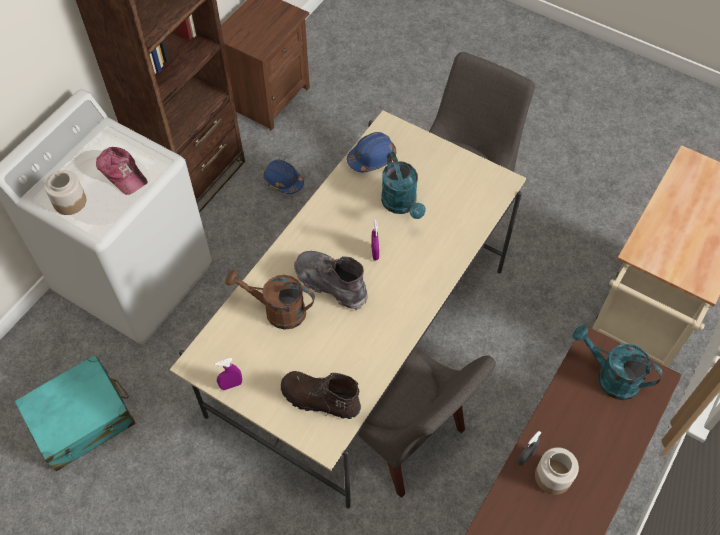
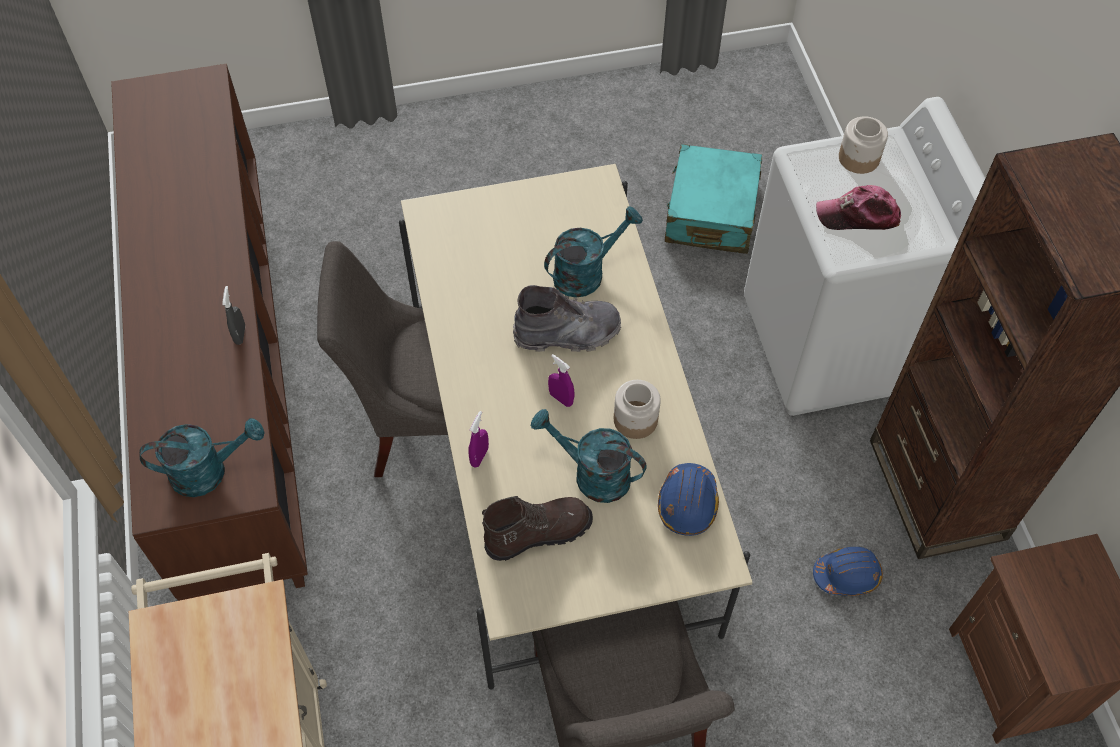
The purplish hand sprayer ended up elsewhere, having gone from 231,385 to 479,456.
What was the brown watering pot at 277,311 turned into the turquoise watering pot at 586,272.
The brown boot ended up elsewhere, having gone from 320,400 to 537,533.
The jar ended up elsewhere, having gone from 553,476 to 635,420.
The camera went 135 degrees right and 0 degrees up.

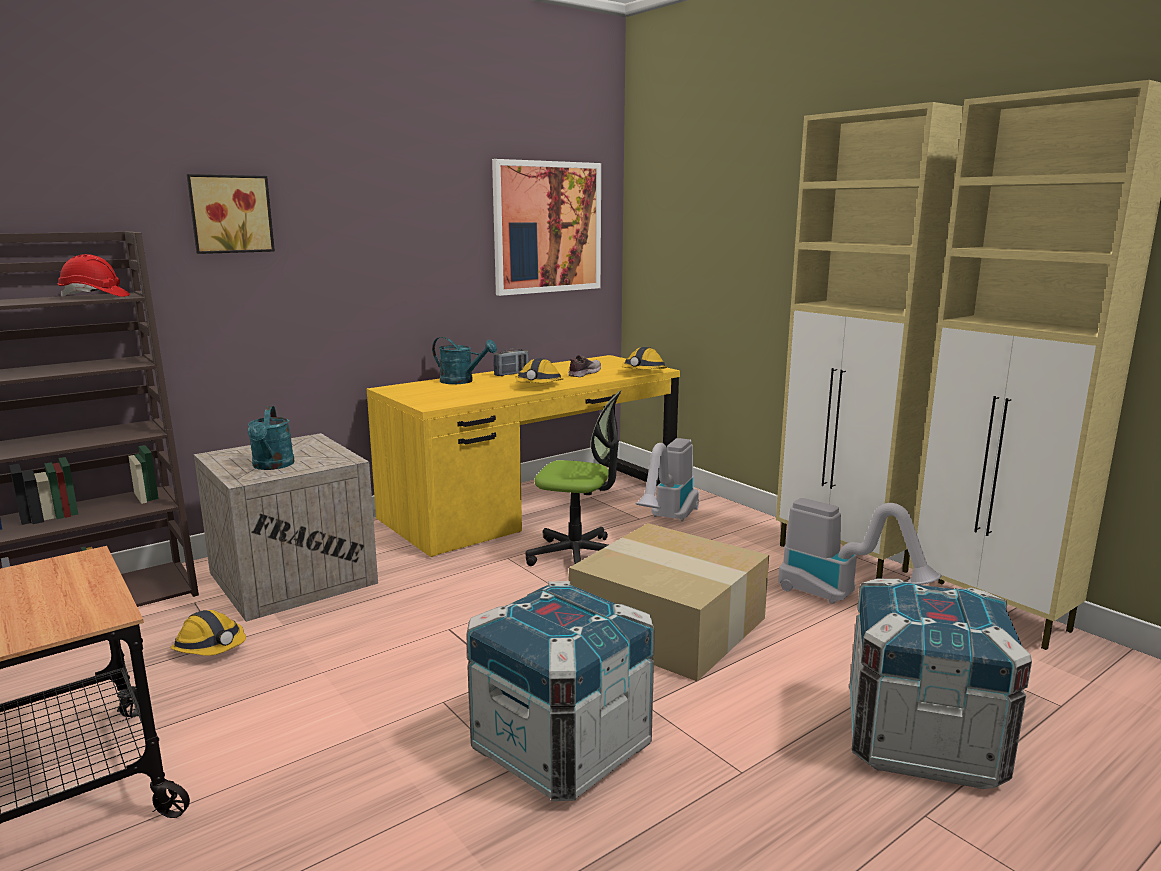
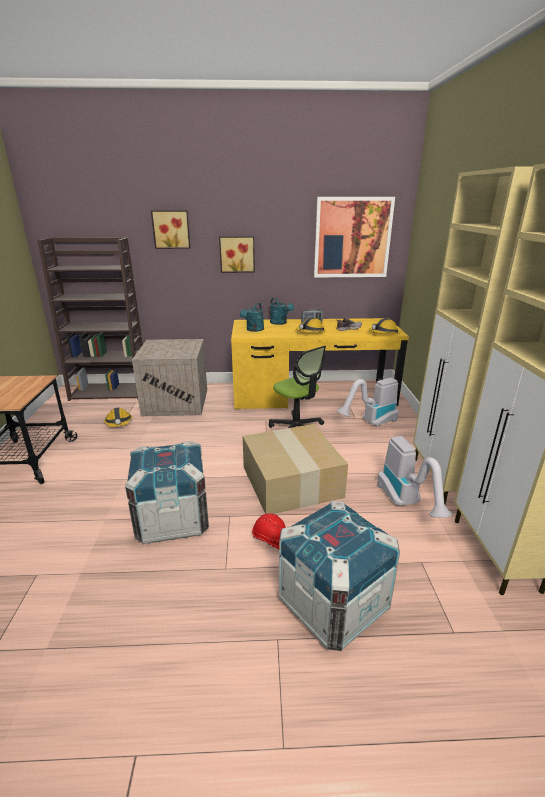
The red-coloured safety helmet ended up elsewhere, having gone from 95,297 to 271,539.
The turquoise watering pot ended up elsewhere, having gone from 272,466 to 253,330.
The second view gained the wall art at 237,254.
The camera went 35 degrees right and 10 degrees up.

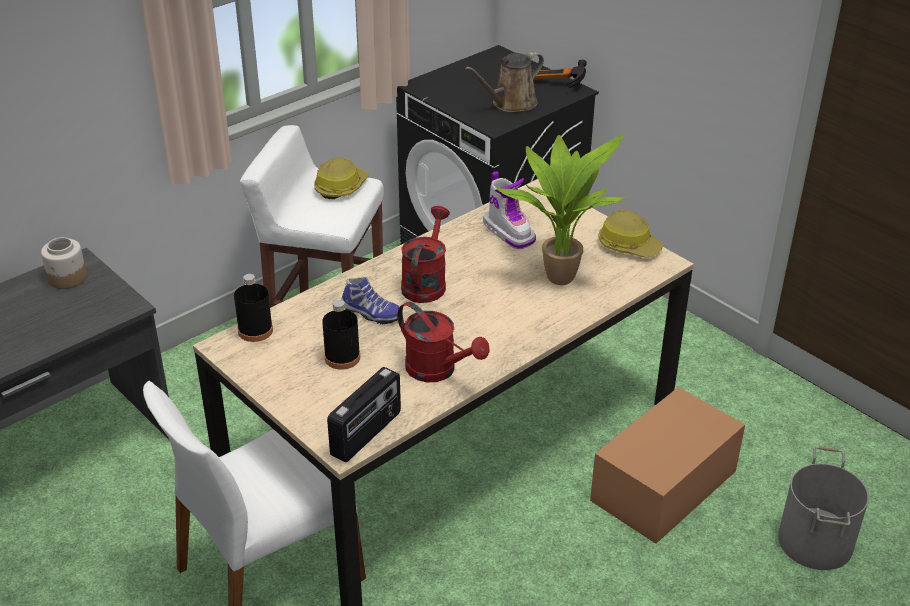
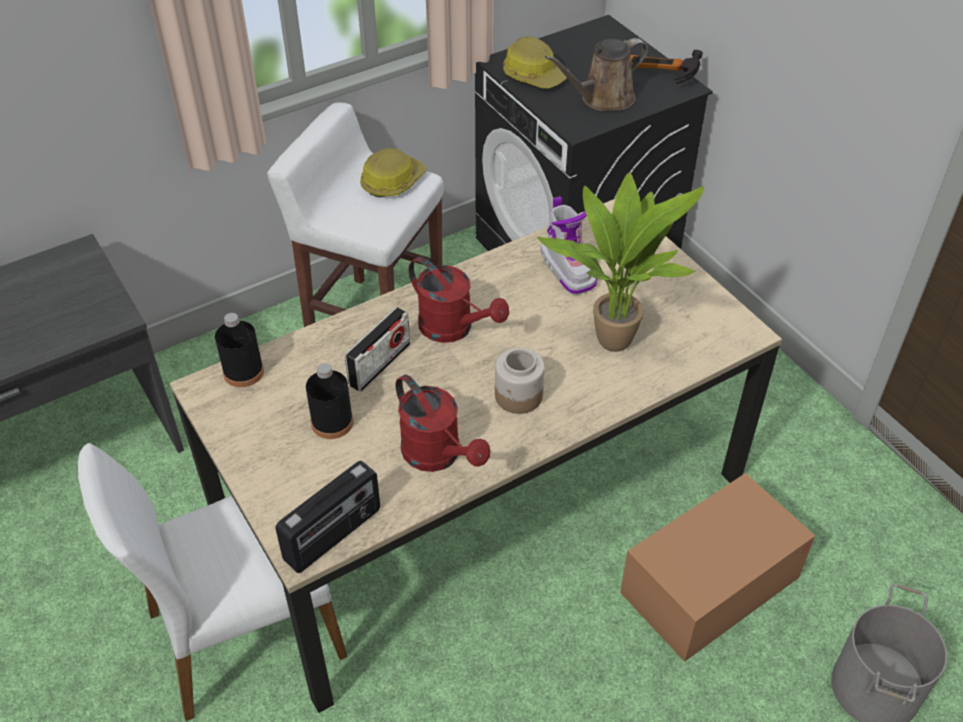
The jar ended up elsewhere, having gone from 67,278 to 518,396.
Where the item of footwear stood at 370,313, the radio set came to stand at 379,364.
The red-coloured watering pot at 425,283 ended up facing another way, 105 degrees clockwise from before.
The safety helmet ended up elsewhere, having gone from 628,245 to 533,75.
The camera went 10 degrees right and 10 degrees up.

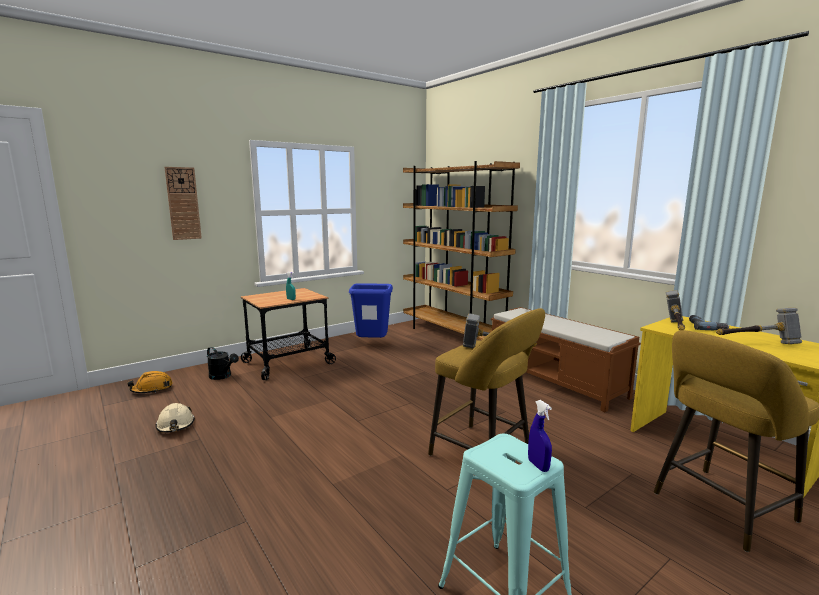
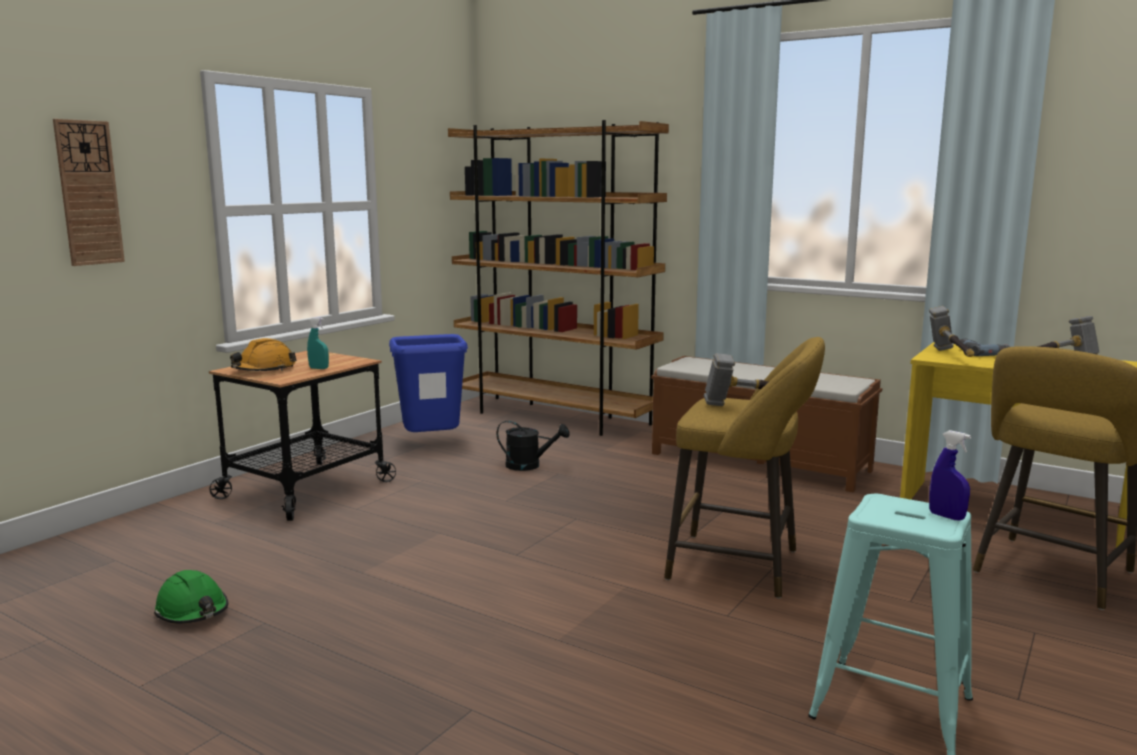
The orange-coloured safety helmet ended up elsewhere, having gone from 152,389 to 264,370.
What was the sand-coloured safety helmet at 175,425 turned into the greenish safety helmet at 192,611.
The blackish watering pot ended up elsewhere, having gone from 222,376 to 529,466.
The camera went 20 degrees left and 0 degrees up.

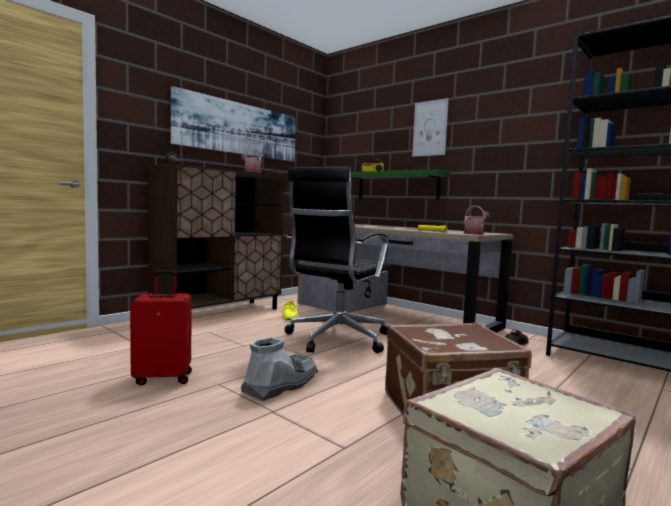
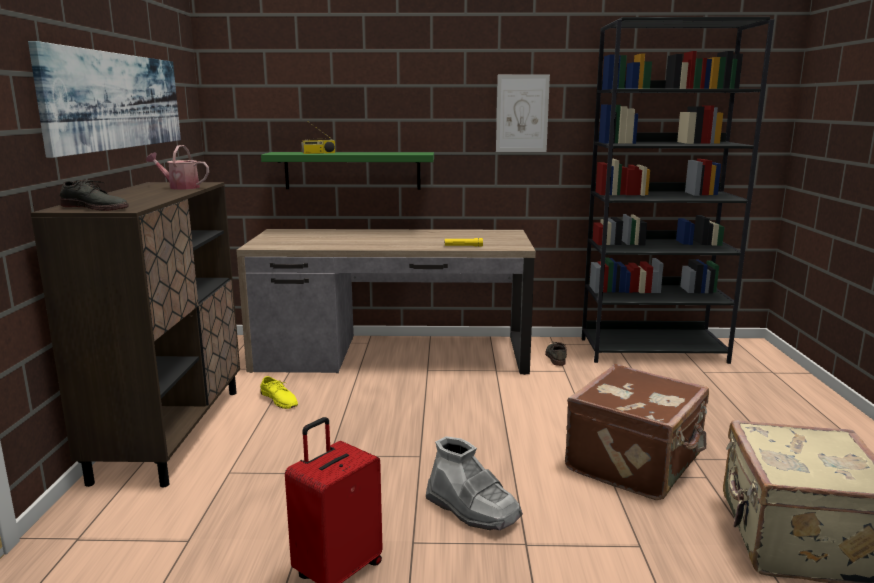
The gray boot at 280,385 ended up facing another way, 135 degrees clockwise from before.
The second view lost the blackish desk chair at 336,339.
The wall art ended up elsewhere, having gone from 430,128 to 522,113.
The second view lost the watering pot at 475,234.
The camera went 40 degrees left and 10 degrees up.

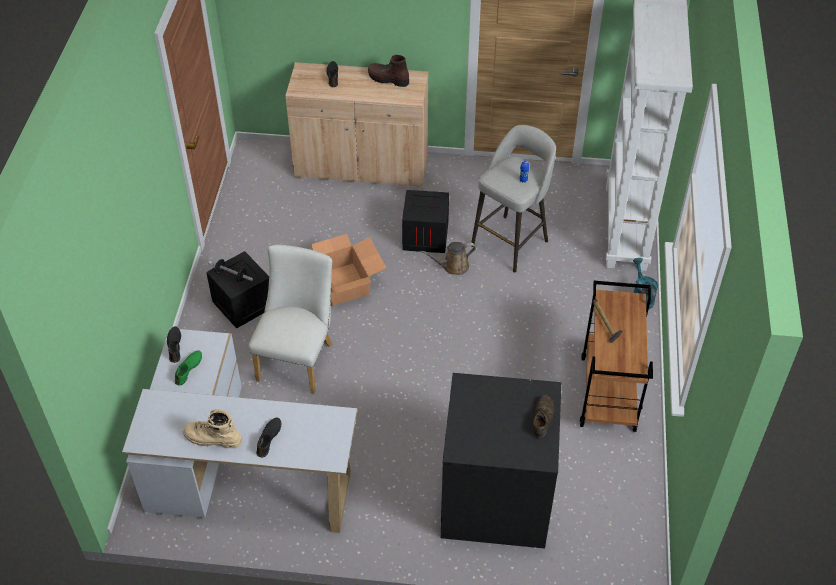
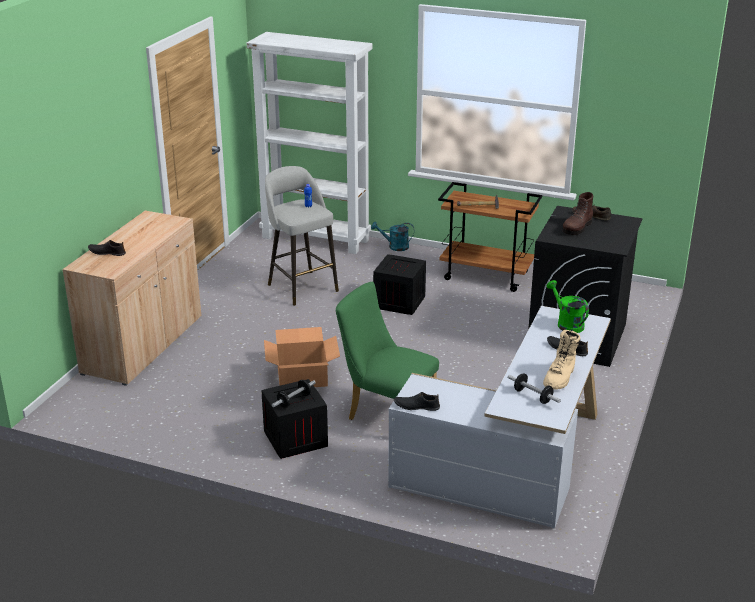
The second view lost the greenish item of footwear at 188,369.
What was the whitish chair at 298,358 turned into the greenish chair at 385,413.
The brown boot ended up elsewhere, having gone from 388,79 to 577,228.
The packing crate ended up elsewhere, having gone from 426,236 to 399,302.
The second view lost the brown watering pot at 453,266.
The second view gained the free weight at 533,396.
The second view gained the greenish watering pot at 566,323.
The camera went 75 degrees left and 20 degrees down.

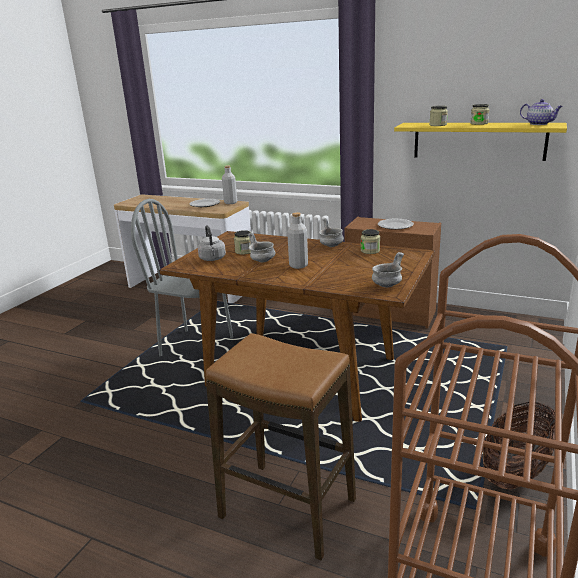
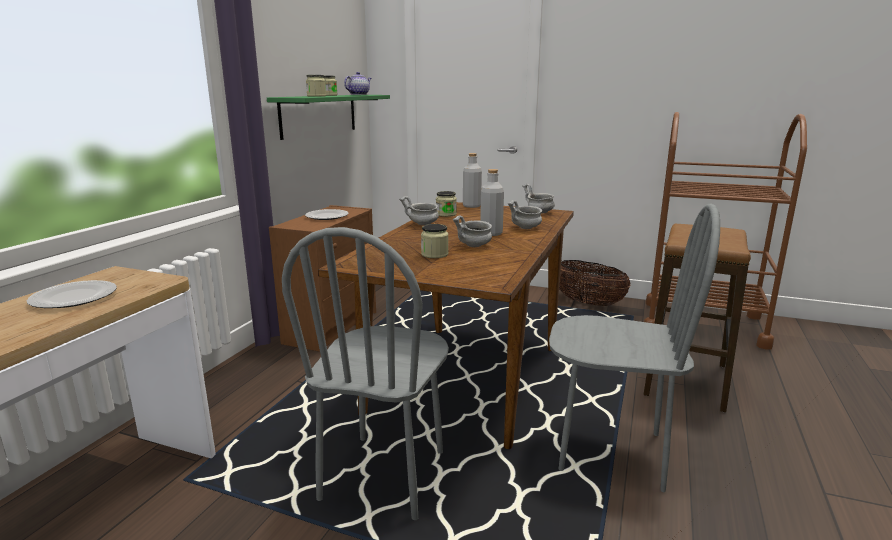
The second view lost the gray water kettle at 212,259.
The gray drink bottle ended up elsewhere, having gone from 230,203 to 471,206.
What was the yellowish shelf at 478,141 turned into the greenish shelf at 319,115.
The second view gained the gray deep dish at 525,228.
The second view gained the gray chair at 611,452.
The camera went 95 degrees left and 5 degrees down.

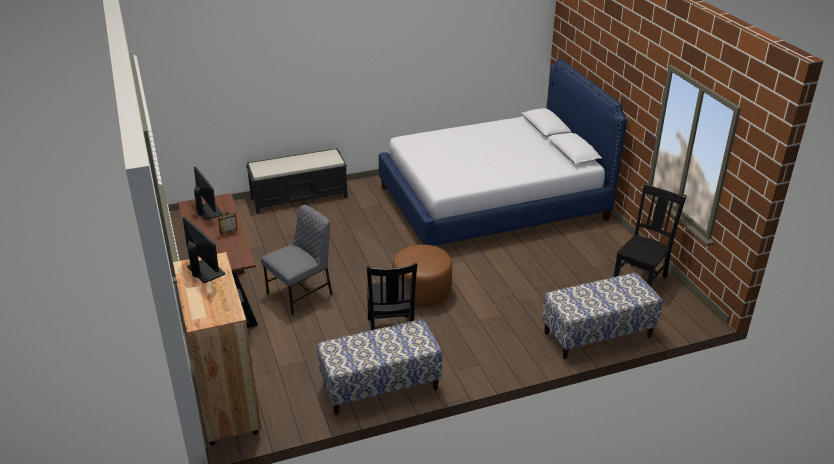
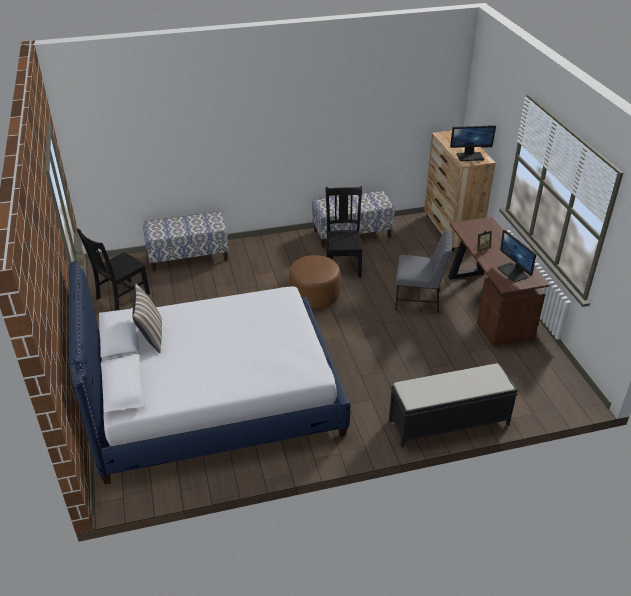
The monitor at 205,270 ended up facing another way, 60 degrees counterclockwise from before.
The gray chair at 301,294 ended up facing another way, 135 degrees counterclockwise from before.
The second view gained the pillow at 151,336.
The camera went 175 degrees left and 5 degrees up.

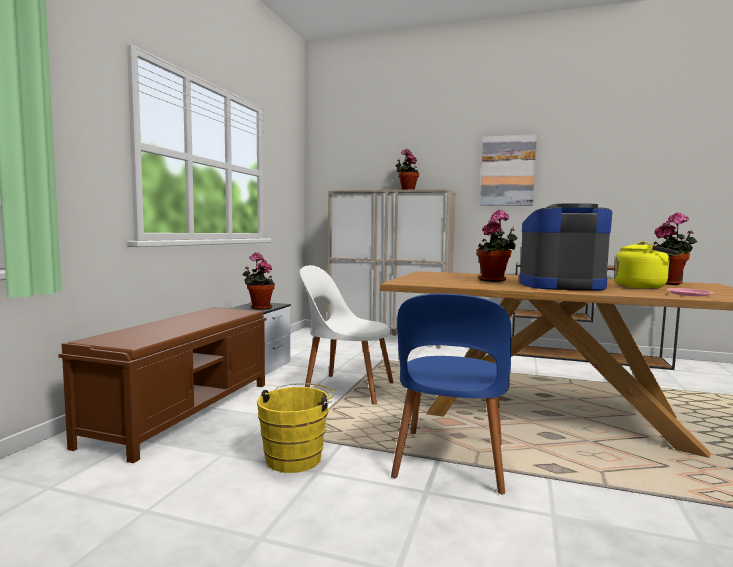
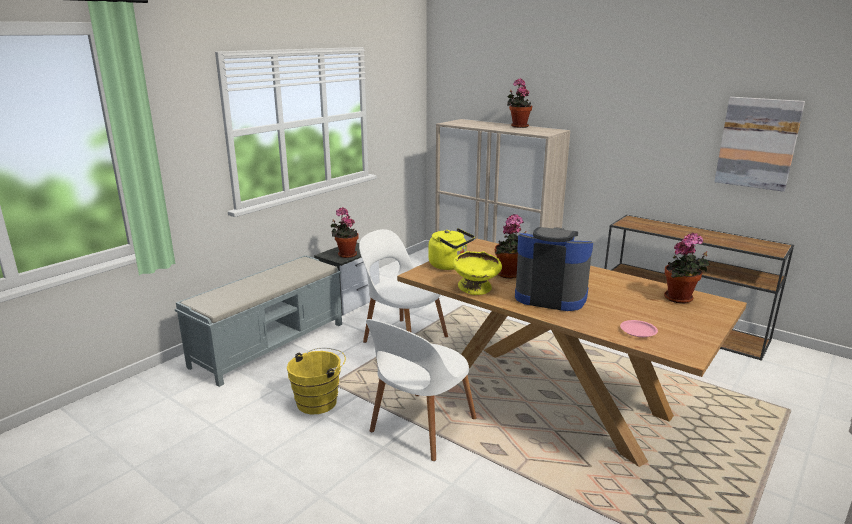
What was the brown bench at 184,411 turned into the gray bench at 270,344.
What was the blue chair at 449,463 turned into the whitish chair at 420,427.
The wall art ended up elsewhere, having gone from 507,171 to 757,143.
The yellowish water kettle ended up elsewhere, having gone from 643,287 to 450,265.
The second view gained the yellowish deep dish at 476,288.
The camera went 20 degrees right and 15 degrees up.

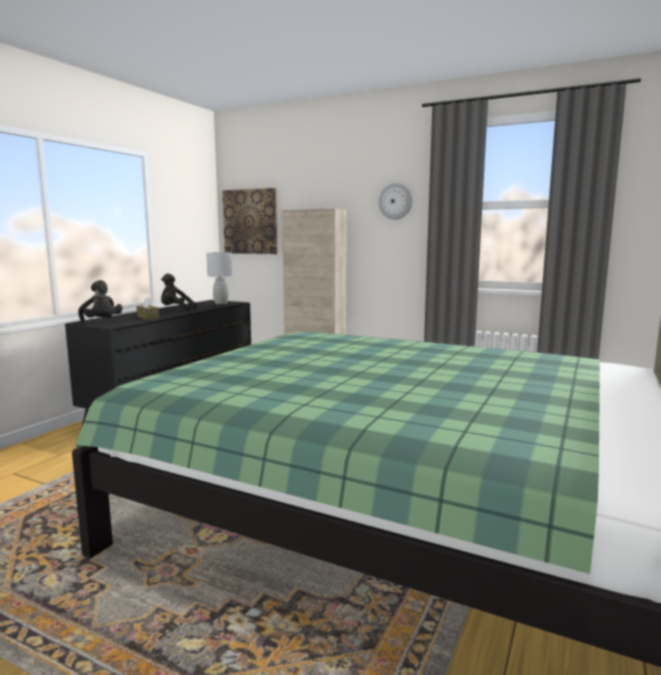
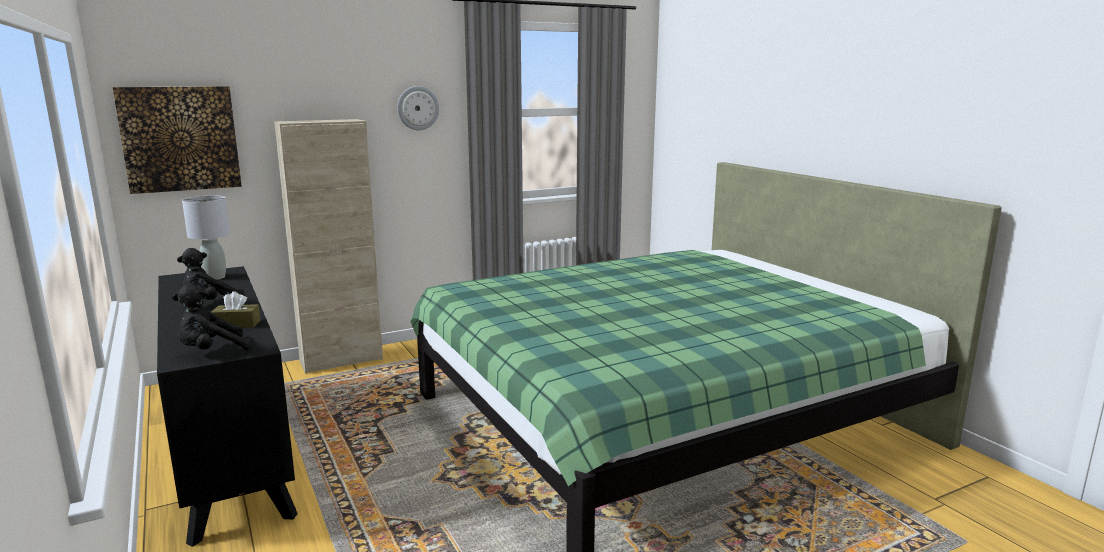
The blackish plush toy at 102,322 ended up facing another way, 150 degrees clockwise from before.
The camera went 55 degrees left and 5 degrees up.

